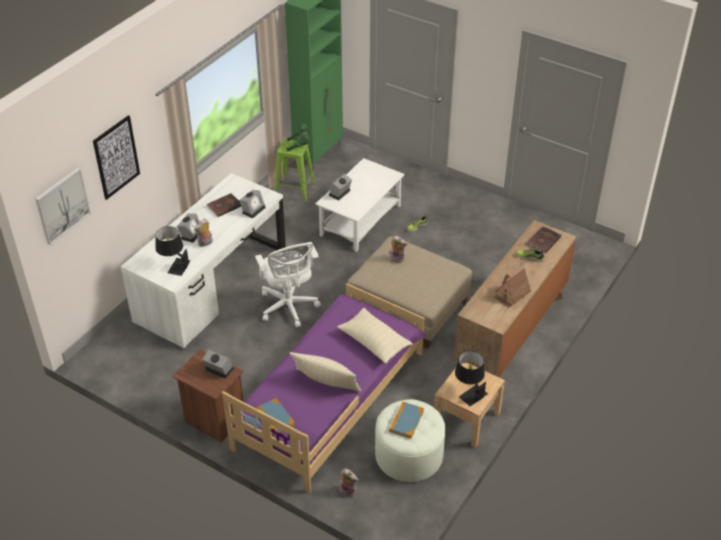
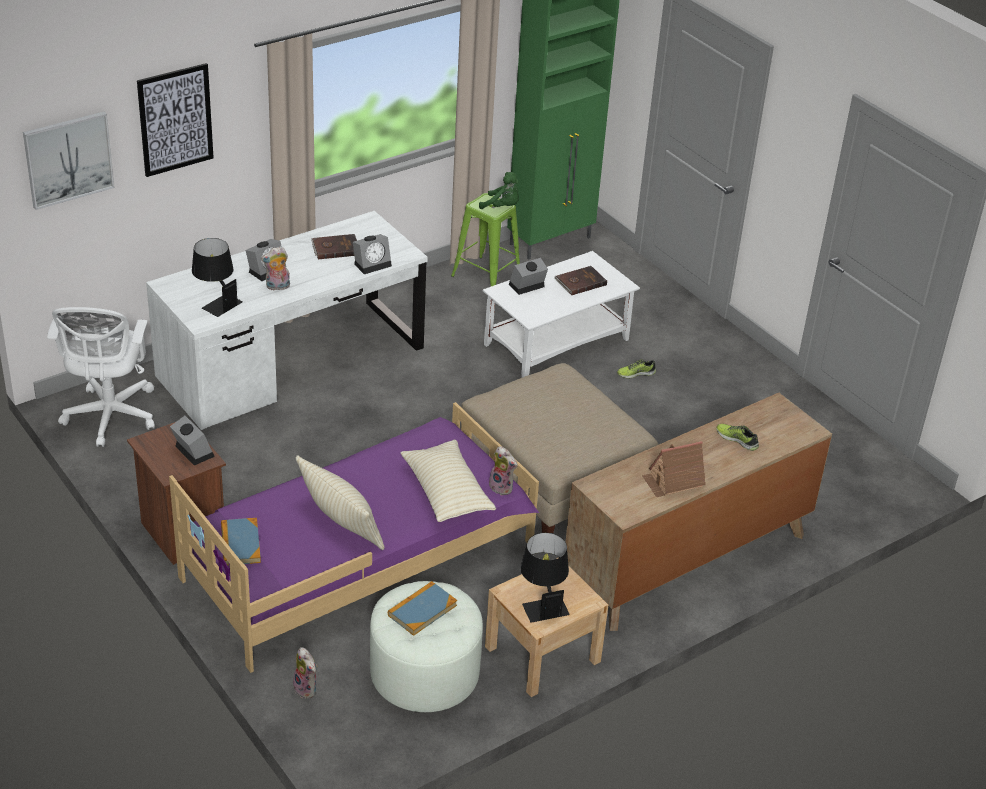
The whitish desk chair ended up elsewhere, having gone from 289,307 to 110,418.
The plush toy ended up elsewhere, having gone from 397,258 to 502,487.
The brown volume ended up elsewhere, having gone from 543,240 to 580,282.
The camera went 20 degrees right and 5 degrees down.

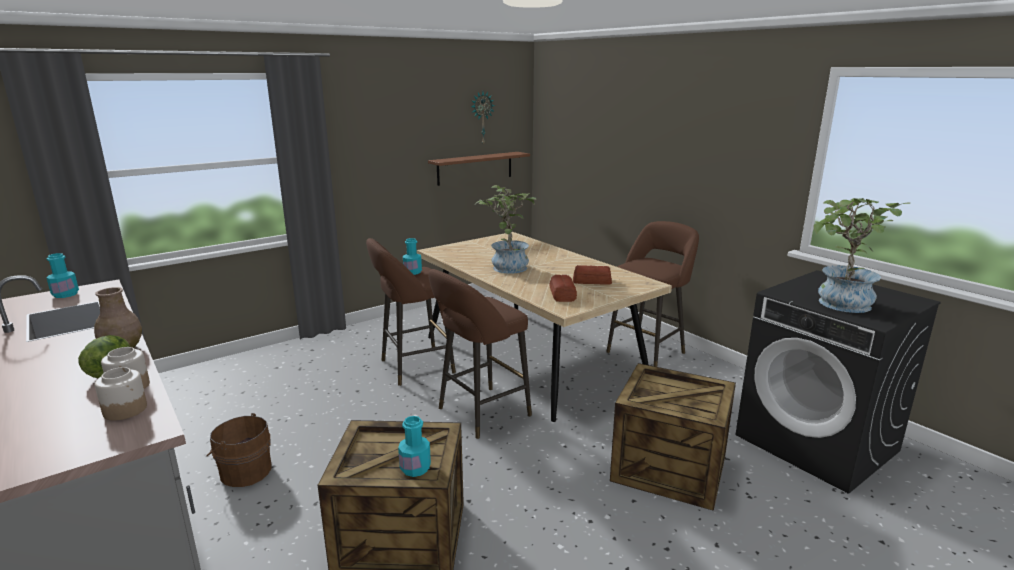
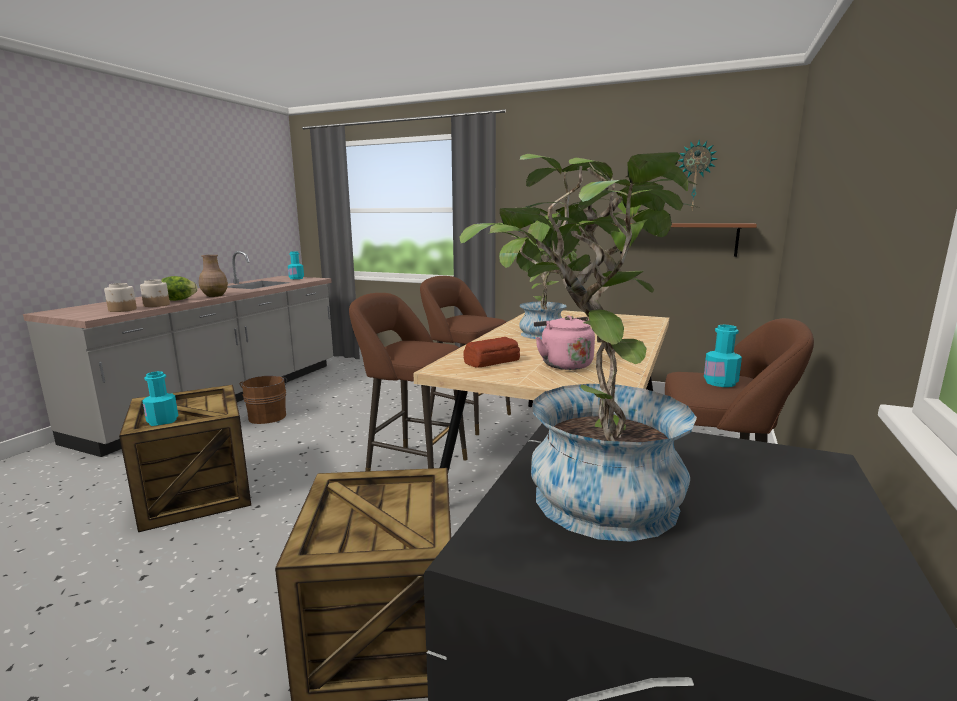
The turquoise drink bottle ended up elsewhere, having gone from 412,272 to 720,382.
Where the bread stood at 591,281, the pink-coloured water kettle came to stand at 563,364.
The camera went 60 degrees right and 5 degrees down.

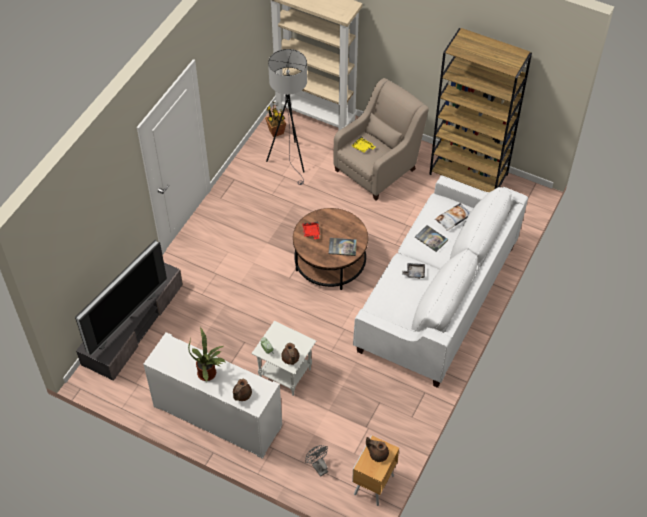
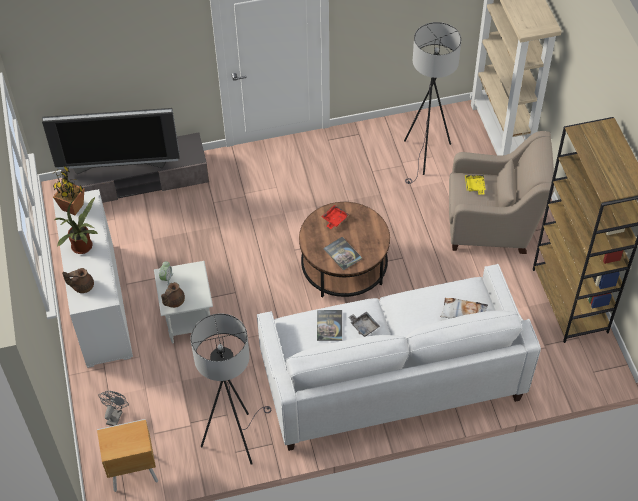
The houseplant ended up elsewhere, having gone from 276,131 to 73,207.
The second view lost the brown tea pot at 377,454.
The volume ended up elsewhere, having gone from 431,238 to 329,325.
The second view gained the gray standing lamp at 235,437.
The camera went 50 degrees right and 0 degrees up.

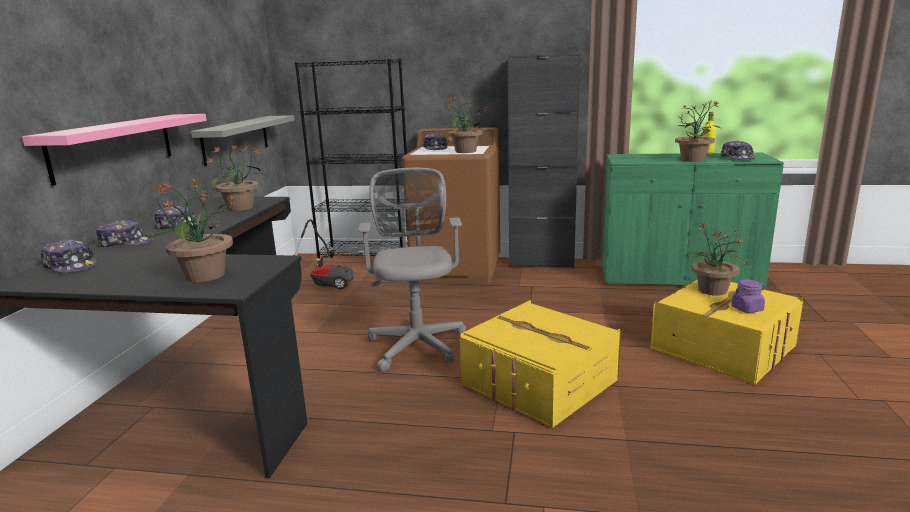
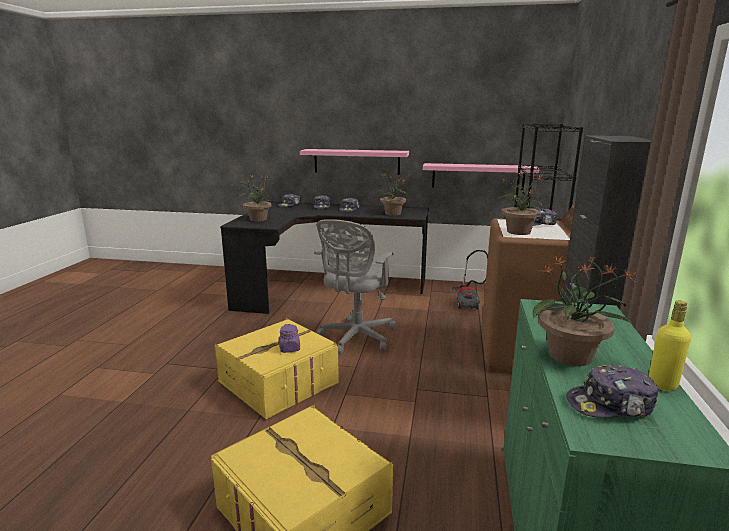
What was the gray shelf at 236,139 turned into the pink-coloured shelf at 477,176.
The gray desk chair at 417,343 ended up facing another way, 120 degrees clockwise from before.
The second view lost the houseplant at 712,291.
The purplish jar ended up elsewhere, having gone from 747,309 to 289,348.
The camera went 90 degrees right and 0 degrees up.

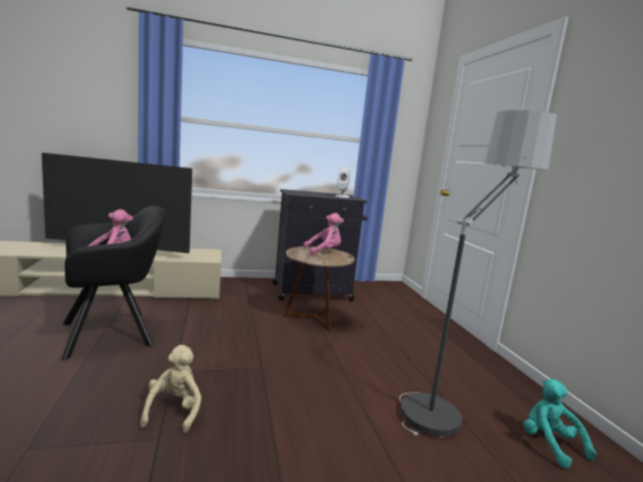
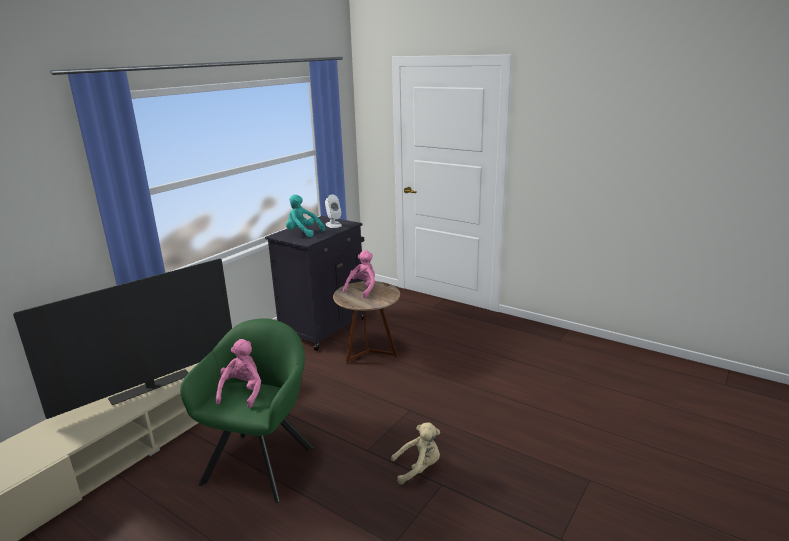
What was the blackish lounge chair at 114,333 turned into the greenish lounge chair at 262,460.
The sand-coloured plush toy at 174,411 ended up facing another way, 120 degrees clockwise from before.
The second view lost the standing lamp at 449,399.
The turquoise plush toy ended up elsewhere, having gone from 549,444 to 303,233.
The camera went 40 degrees left and 10 degrees up.

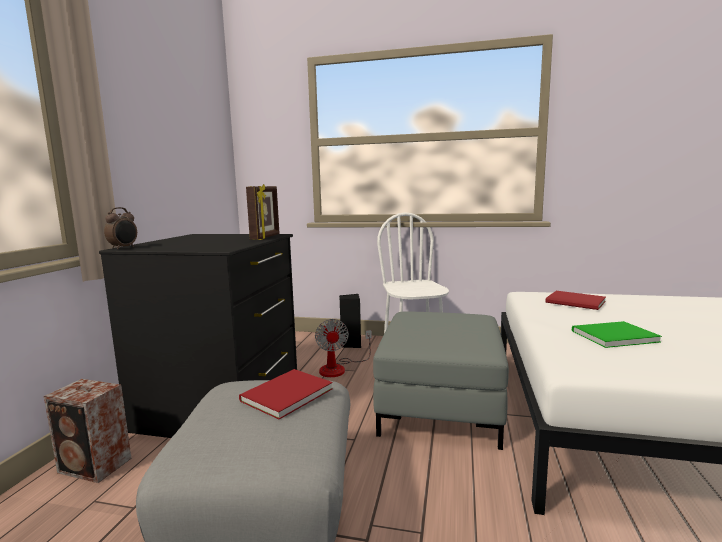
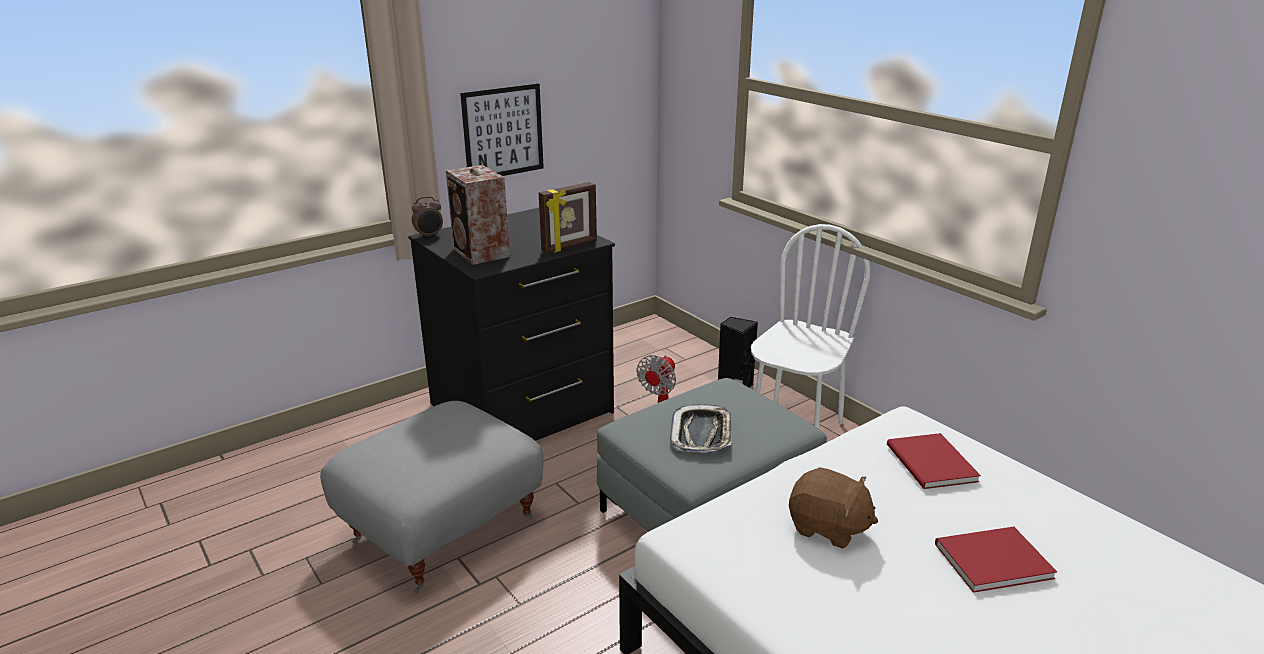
The loudspeaker ended up elsewhere, having gone from 96,466 to 481,253.
The red-coloured volume ended up elsewhere, having gone from 284,395 to 989,559.
Where the greenish volume stood at 611,336, the brown plush toy came to stand at 828,528.
The second view gained the wall art at 503,132.
The second view gained the carrying tray at 701,434.
The camera went 40 degrees right and 15 degrees up.

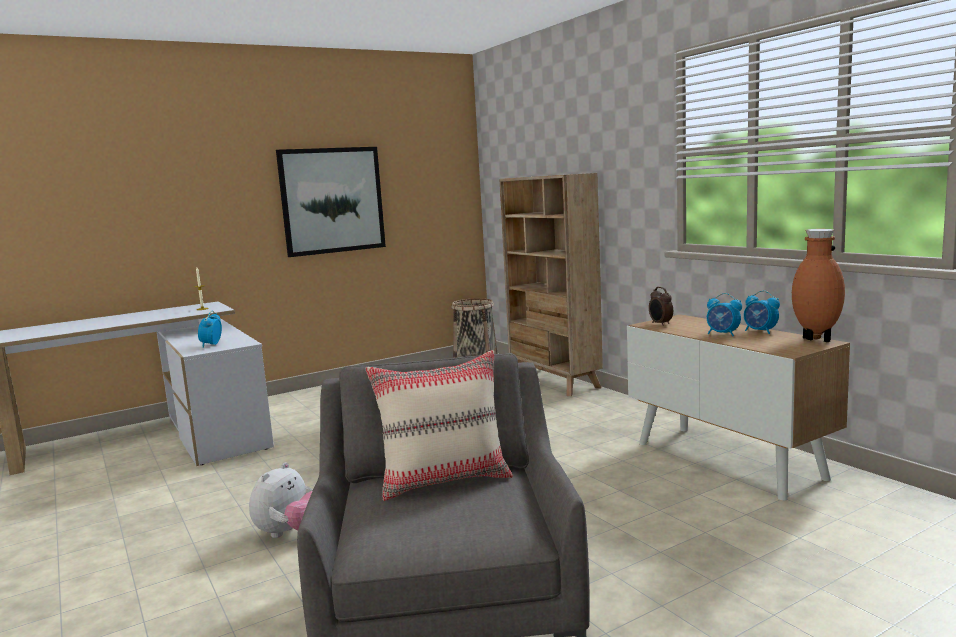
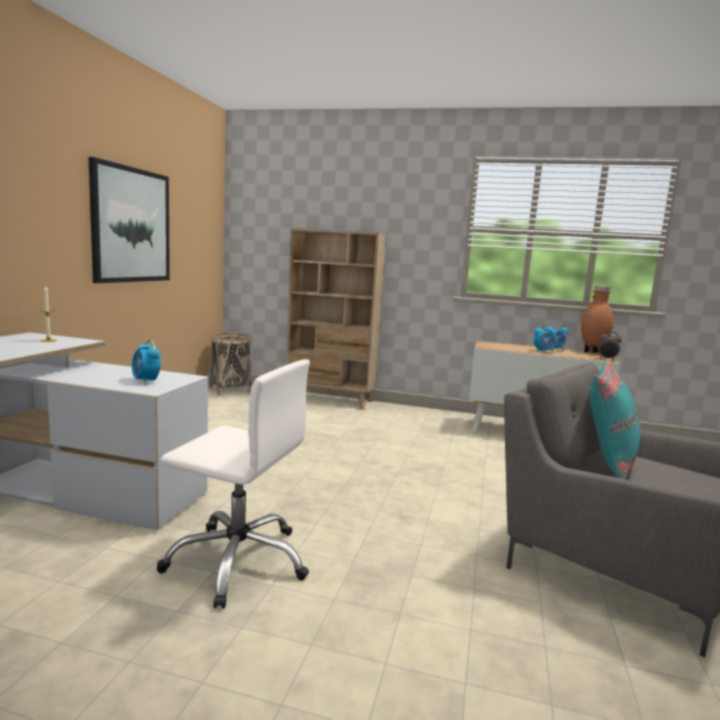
The second view lost the plush toy at 290,533.
What was the sand-coloured pillow at 445,480 turned into the turquoise pillow at 607,463.
The alarm clock ended up elsewhere, having gone from 660,324 to 607,359.
The second view gained the whitish desk chair at 238,561.
The camera went 45 degrees left and 0 degrees up.

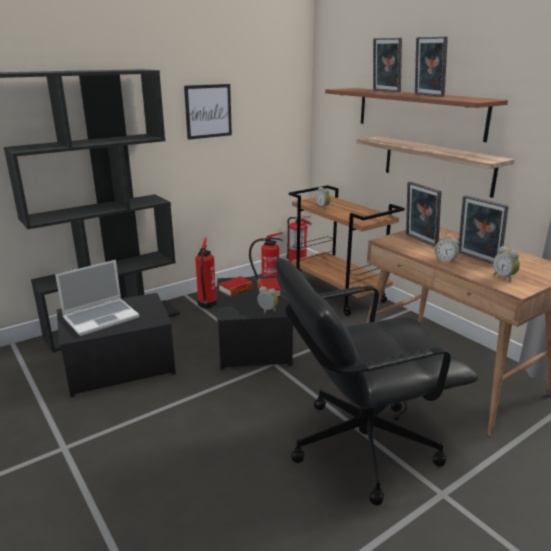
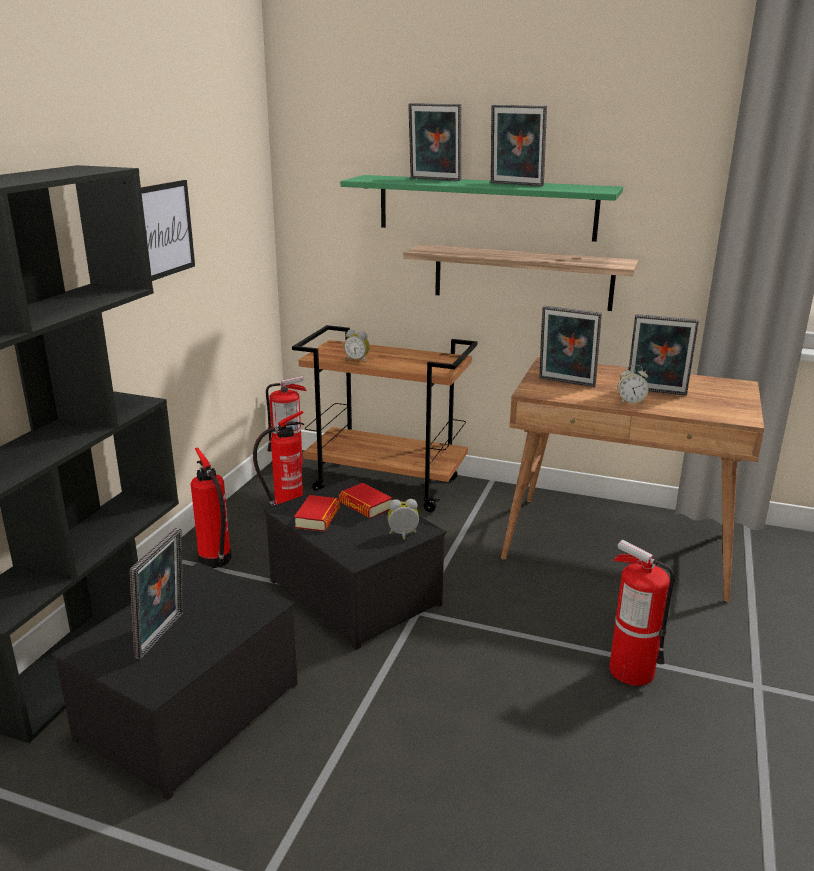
Where the notebook computer stood at 101,317, the standing frame came to stand at 164,636.
Where the blackish desk chair stood at 361,445, the fire-fighting cylinder came to stand at 630,671.
What was the brown shelf at 419,112 turned into the greenish shelf at 485,207.
The second view lost the alarm clock at 504,277.
The camera went 35 degrees left and 0 degrees up.

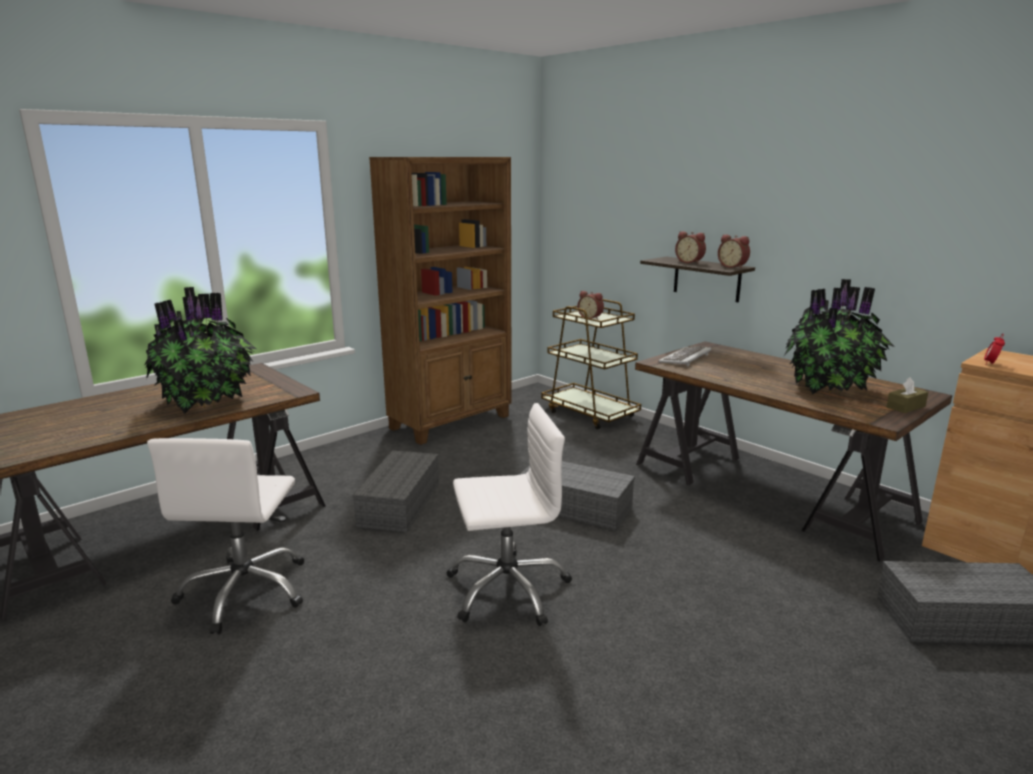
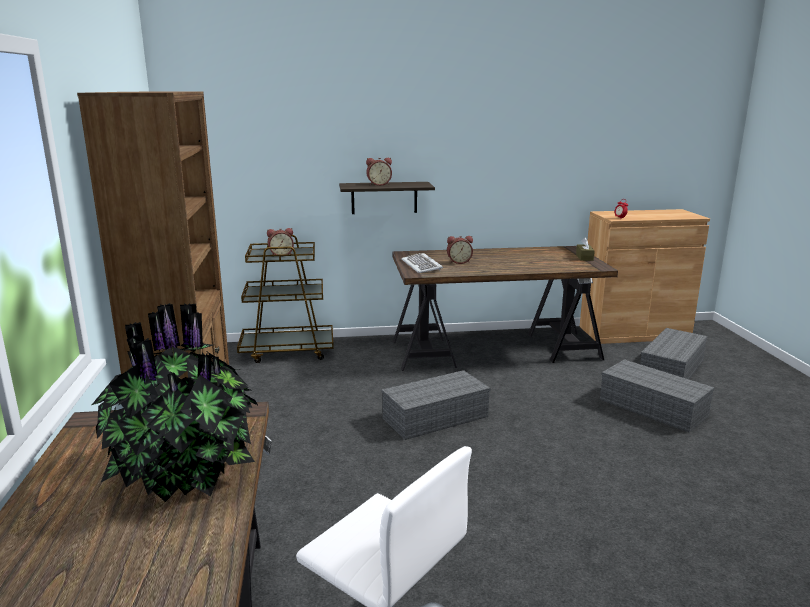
The gray storage container ended up elsewhere, having gone from 400,504 to 654,408.
The second view lost the whitish desk chair at 507,589.
The alarm clock ended up elsewhere, having gone from 733,267 to 459,262.
The second view lost the houseplant at 831,388.
The camera went 55 degrees left and 0 degrees up.

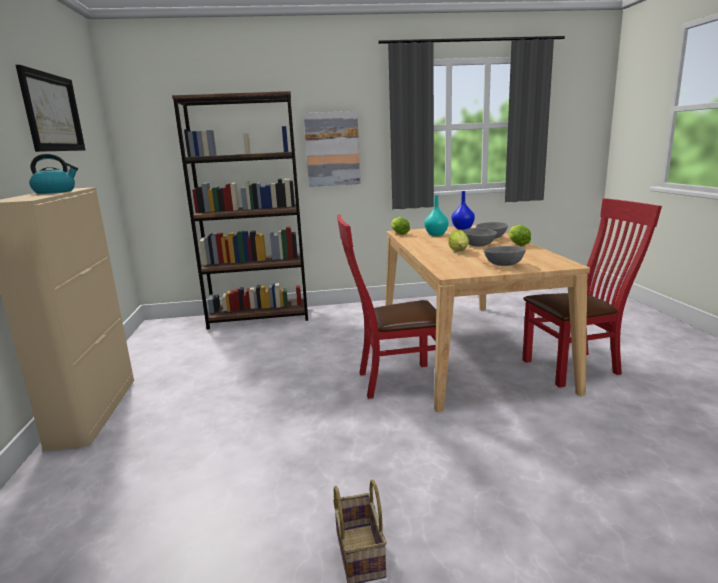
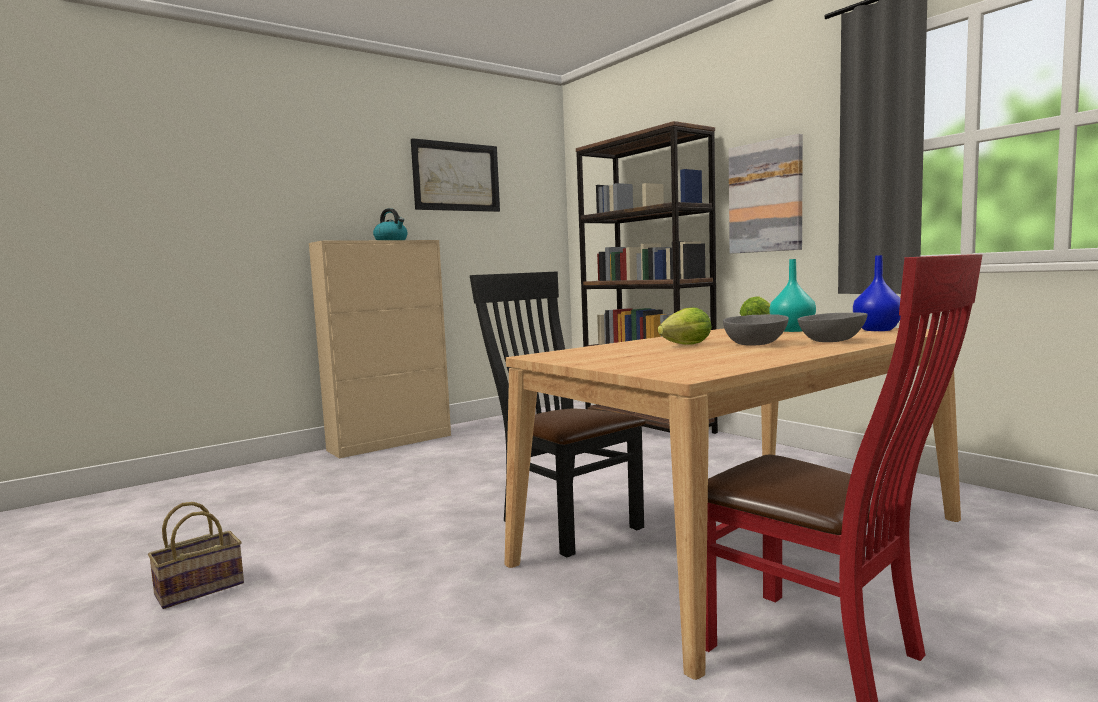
What was the red-coloured chair at 393,381 turned into the blackish chair at 564,522.
The second view lost the gray deep dish at 504,265.
The second view lost the head of lettuce at 517,244.
The camera went 60 degrees right and 10 degrees down.

